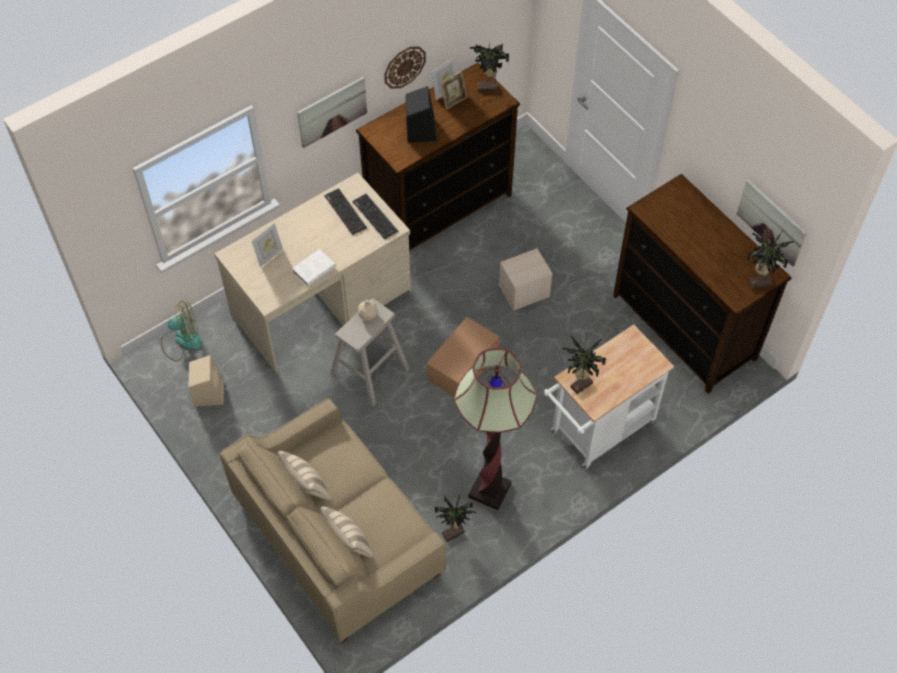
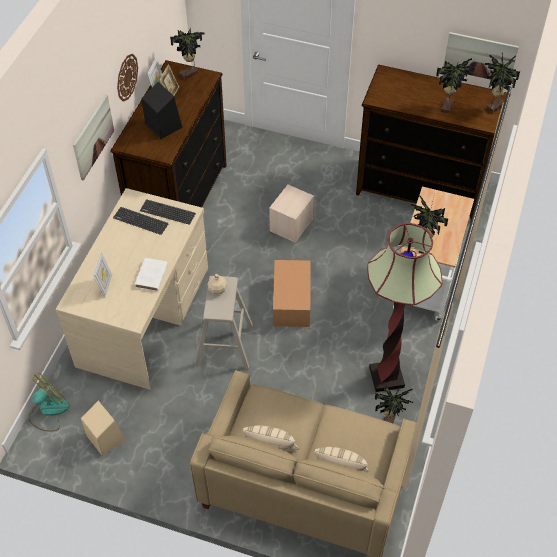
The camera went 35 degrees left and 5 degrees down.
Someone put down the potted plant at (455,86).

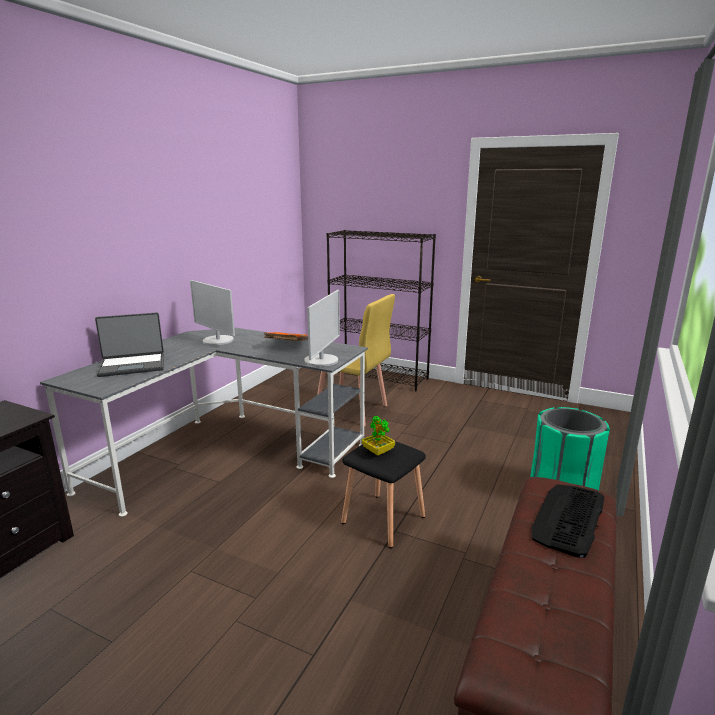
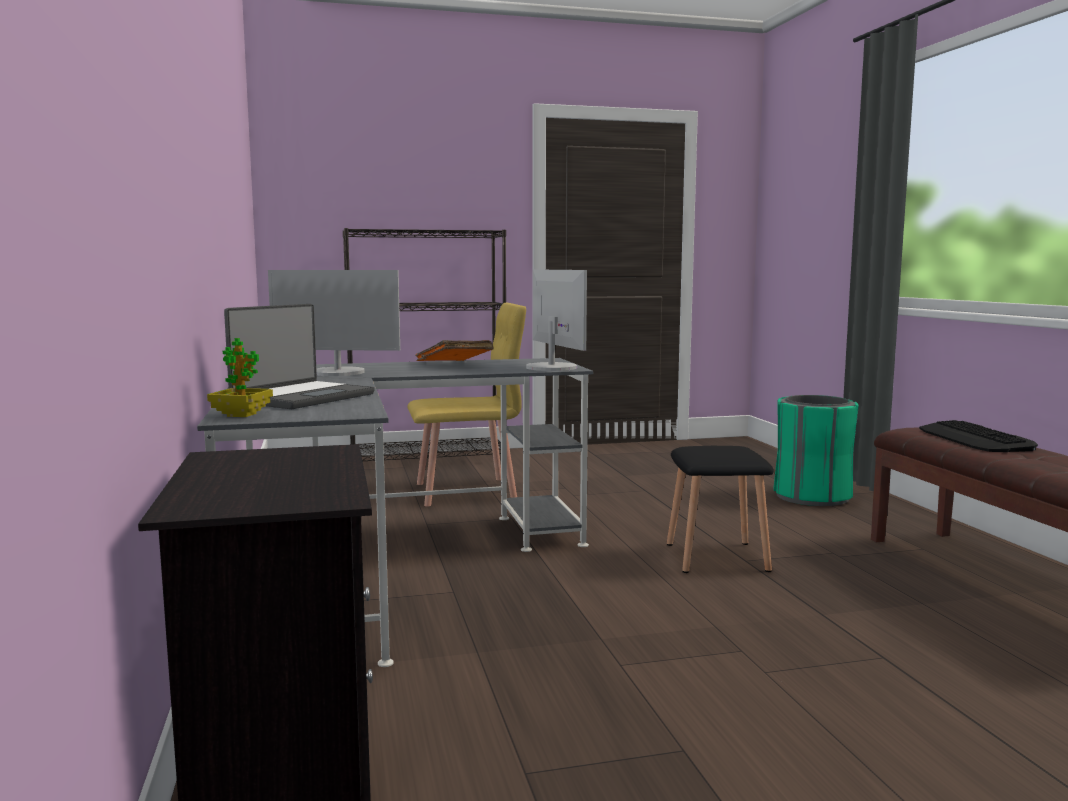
The camera went 40 degrees left and 10 degrees down.
Someone carried the potted plant from (378,436) to (240,377).

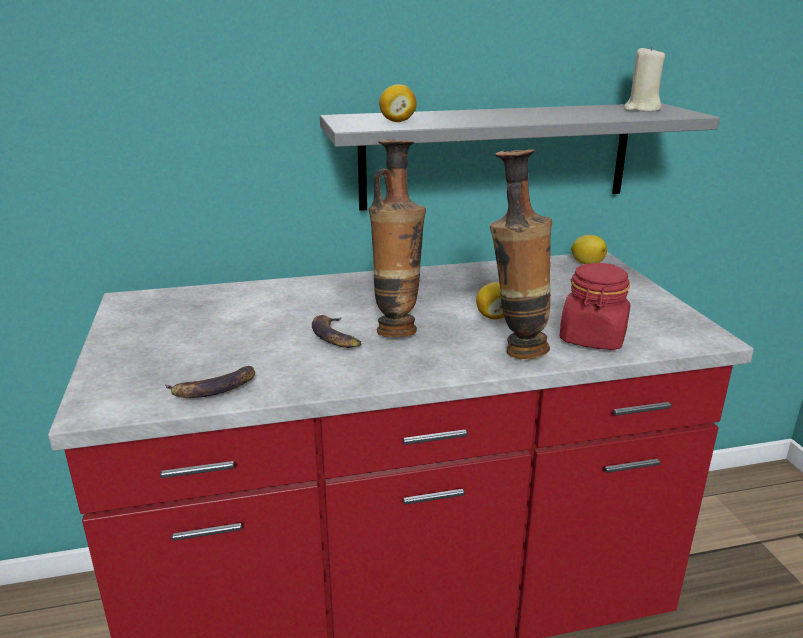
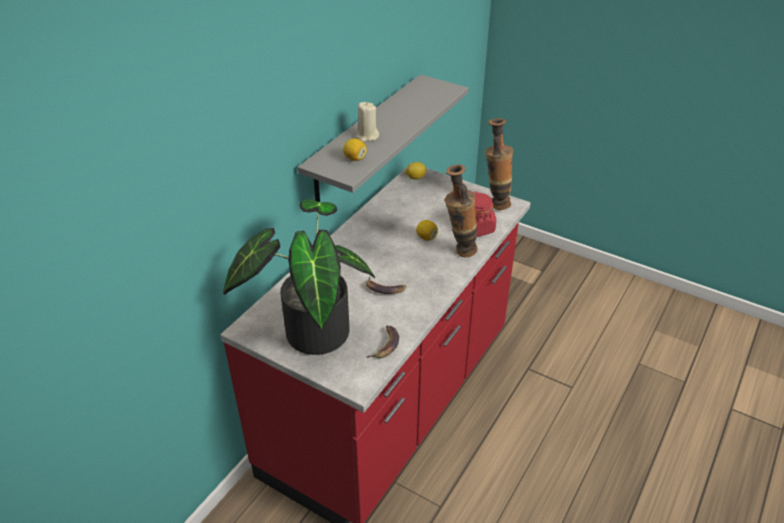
The camera went 45 degrees left and 15 degrees up.
Someone put down the potted plant at (299,277).
Someone carried the vase from (397,238) to (499,164).
Someone carried the candle/beige from (644,78) to (367,122).

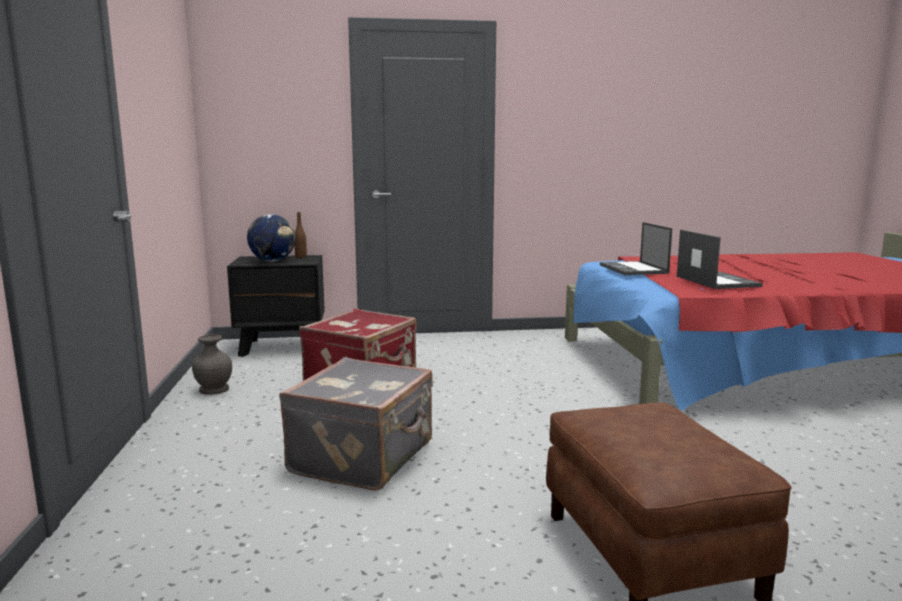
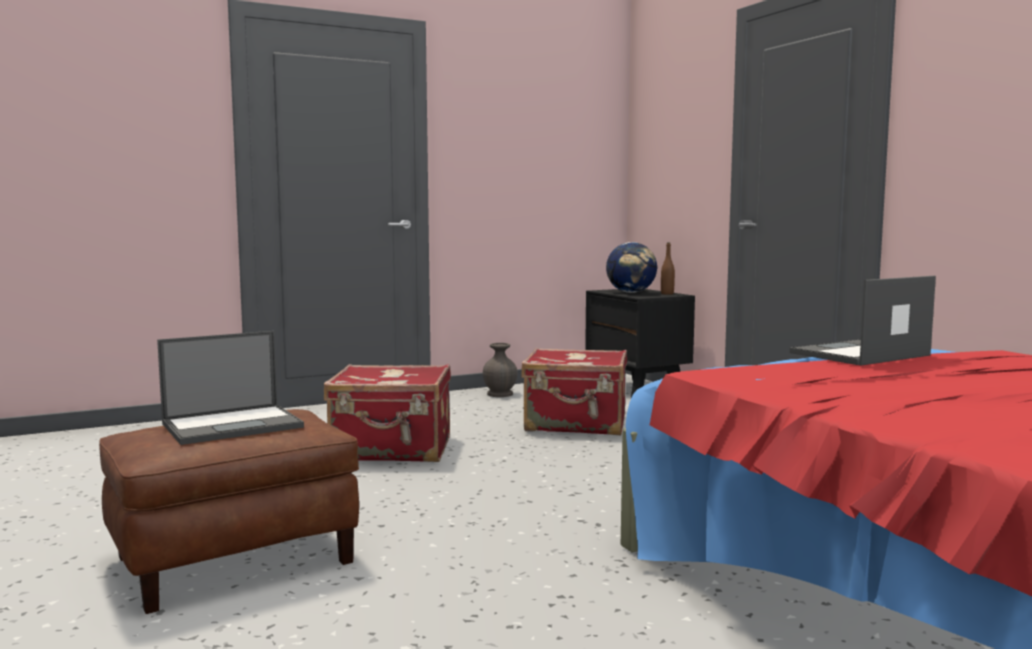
The camera went 70 degrees right and 5 degrees down.
Someone carried the laptop from (720,259) to (230,388).
Someone repainted the suitcase/grey at (356,424), which became the suitcase/red at (387,413).

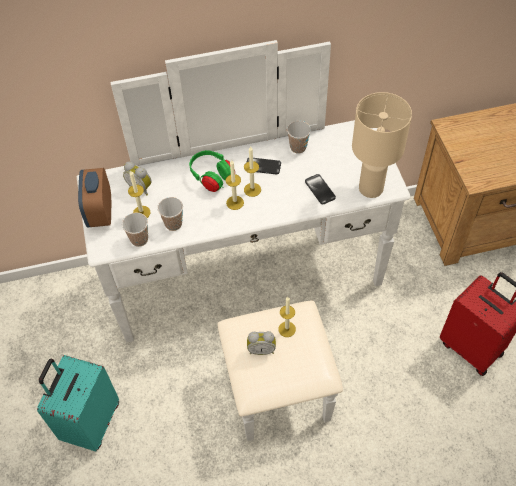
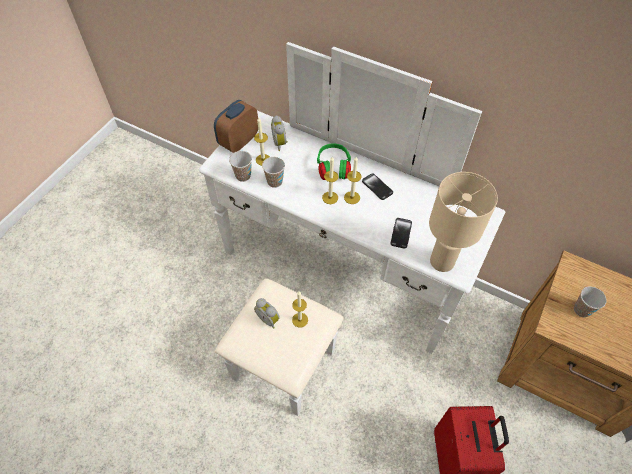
The camera went 40 degrees right and 0 degrees up.
Someone took away the suitcase/turquoise at (78,403).
Someone carried the cup from (299,137) to (590,301).

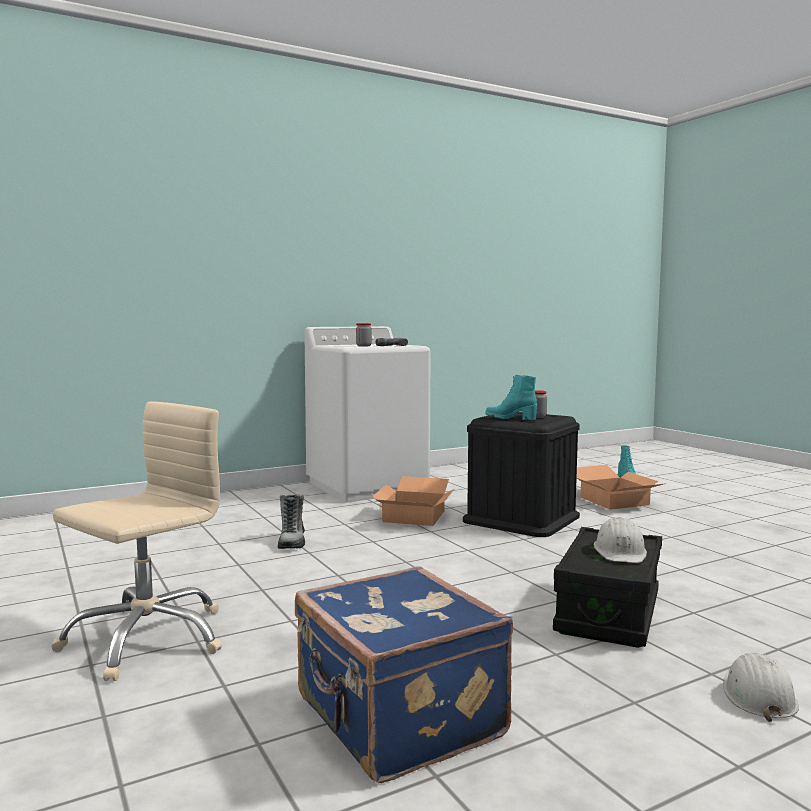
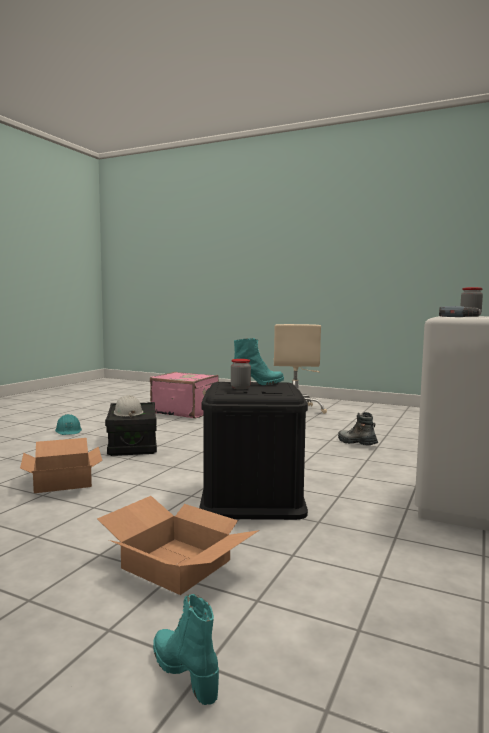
The camera went 145 degrees right and 0 degrees up.
Someone carried the cardboard box from (413,501) to (61,465).
Someone repainted the suitcase/blue at (404,674), which became the suitcase/pink at (184,395).
Someone repainted the hard hat/white at (761,687), which became the hard hat/turquoise at (68,424).

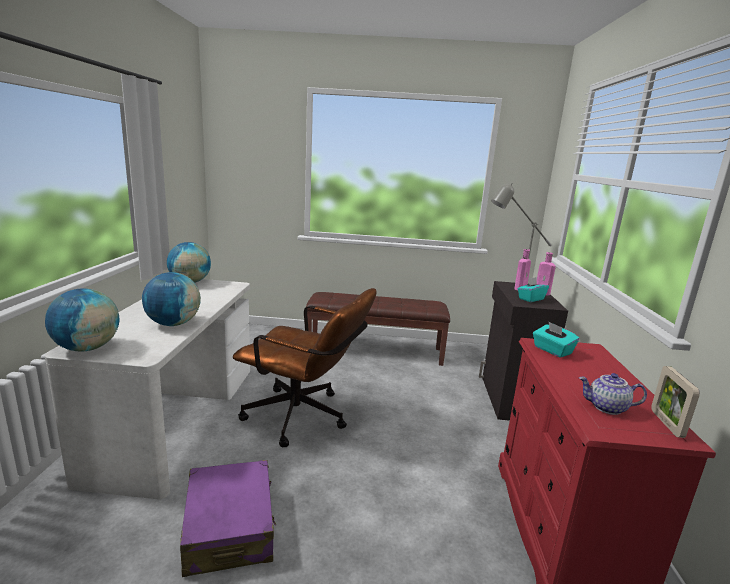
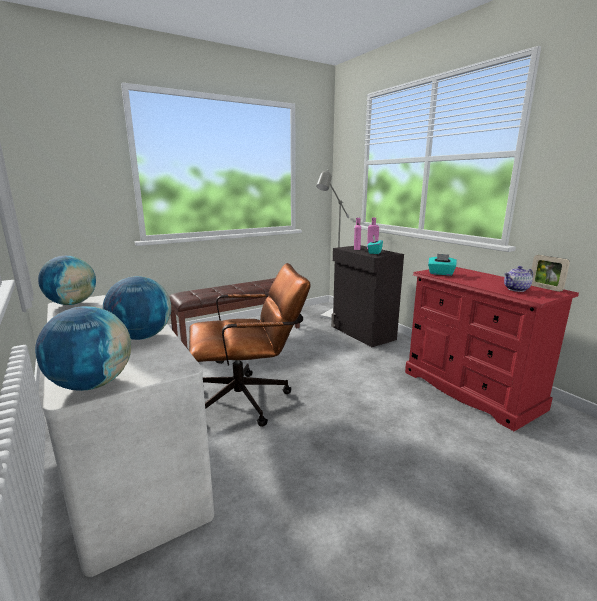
The camera went 35 degrees left and 0 degrees up.
Someone took away the suitcase/purple at (228,518).

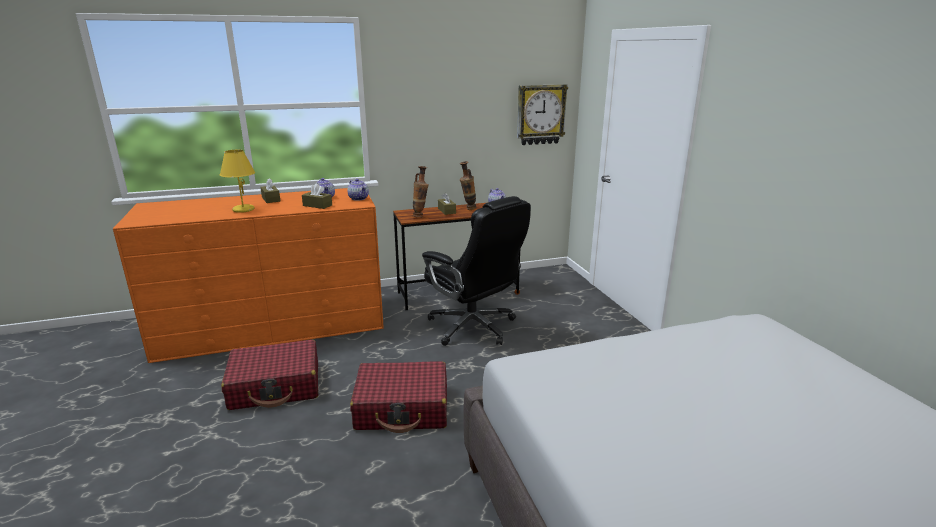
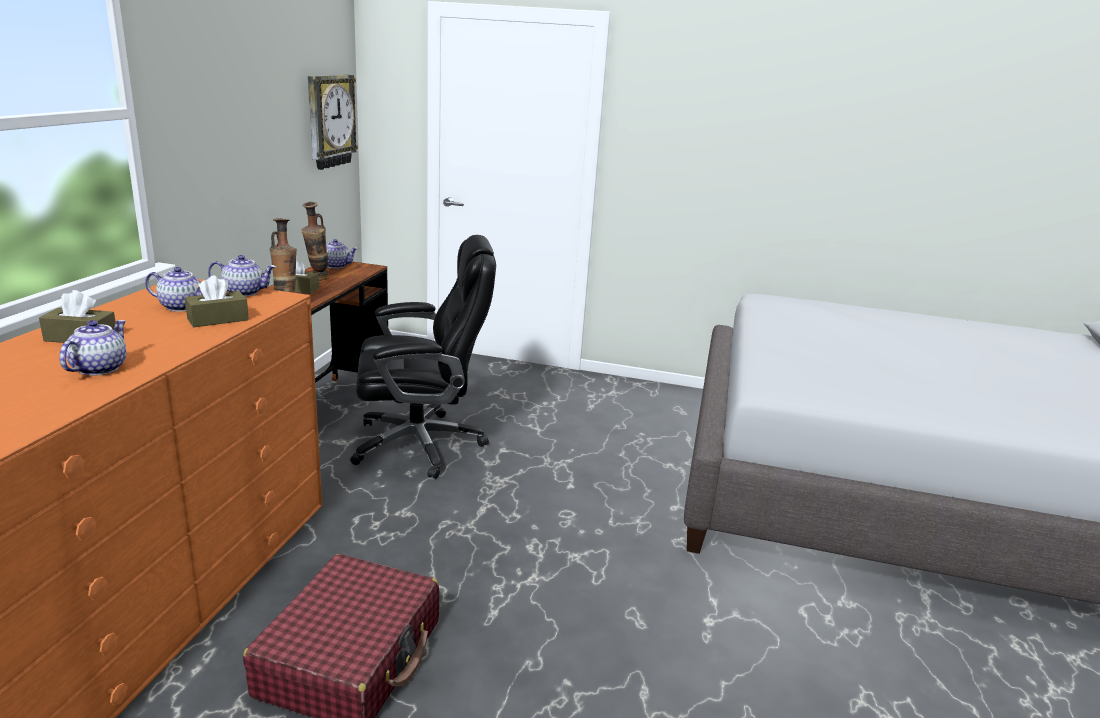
The camera went 60 degrees left and 0 degrees up.
Someone took away the suitcase/red at (398,397).
Someone swapped the table lamp/yellow at (237,181) for the teapot at (92,348).

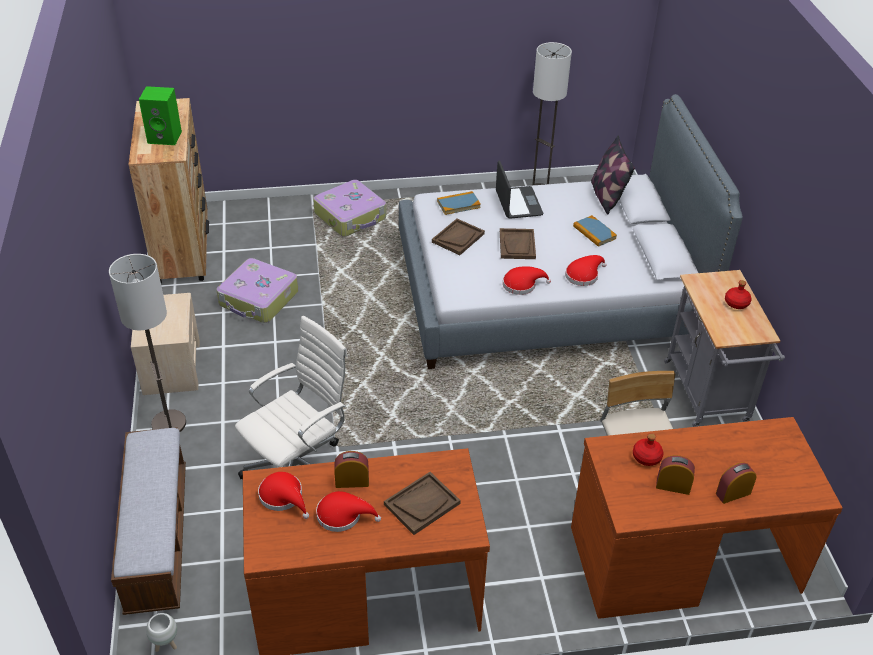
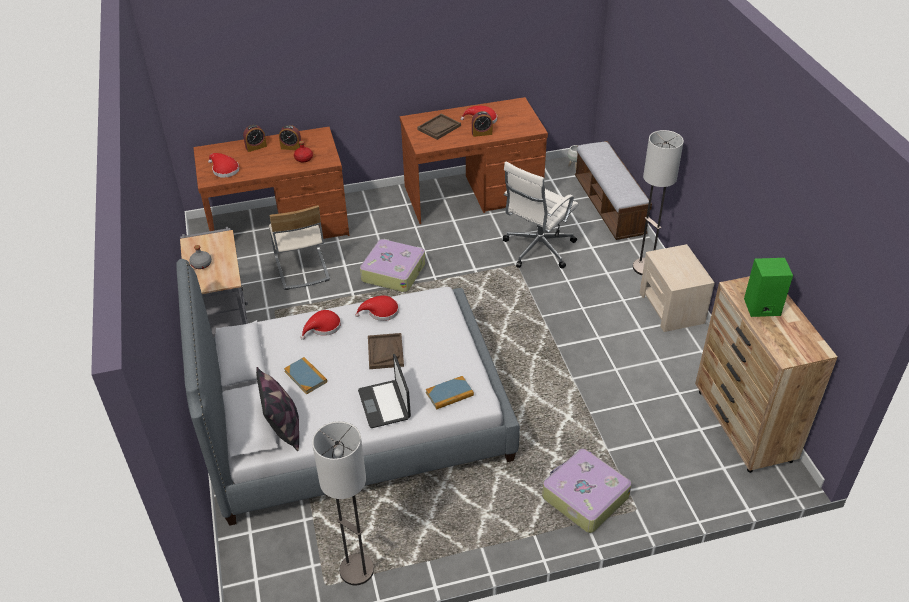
The camera went 175 degrees right and 0 degrees up.
Someone took away the tray/brown at (458,237).
Someone carried the suitcase from (257,290) to (393,265).
Someone carried the hat/red from (283,495) to (224,165).
Someone repainted the bottle/red at (738,294), which became the bottle/grey at (200,257).

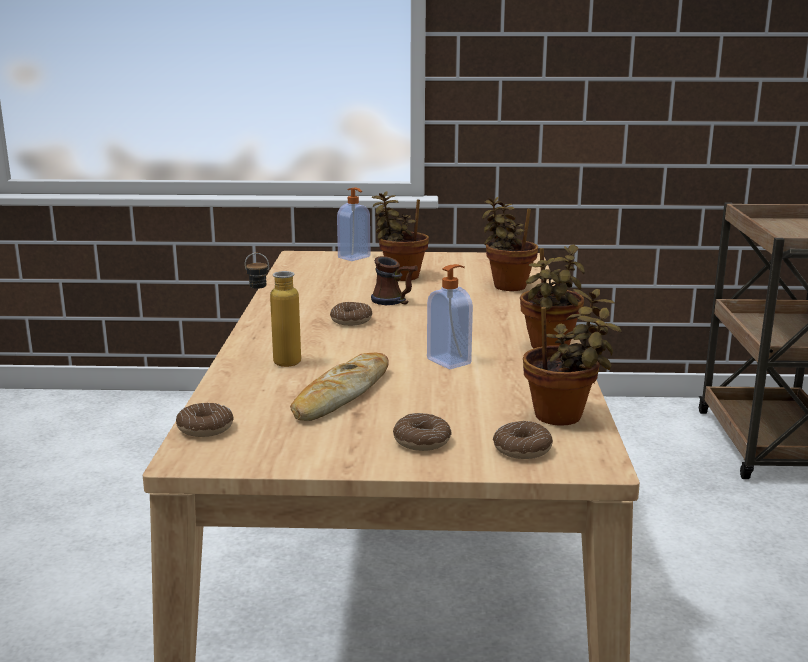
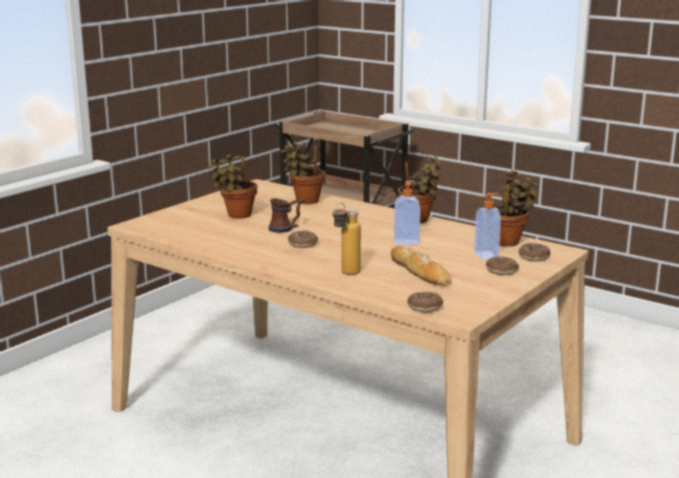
The camera went 55 degrees left and 0 degrees up.
Someone carried the soap dispenser from (353,224) to (487,226).

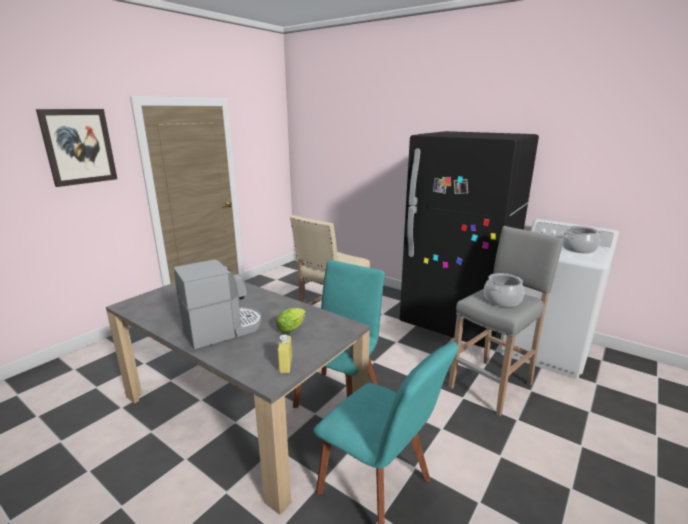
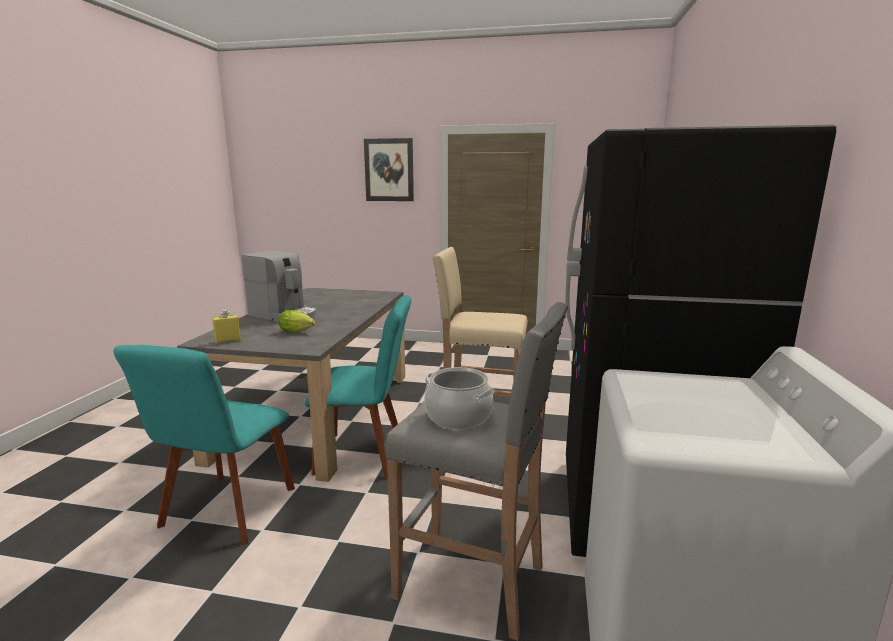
The camera went 65 degrees right and 5 degrees down.
Someone took away the cooking pot at (581,239).

